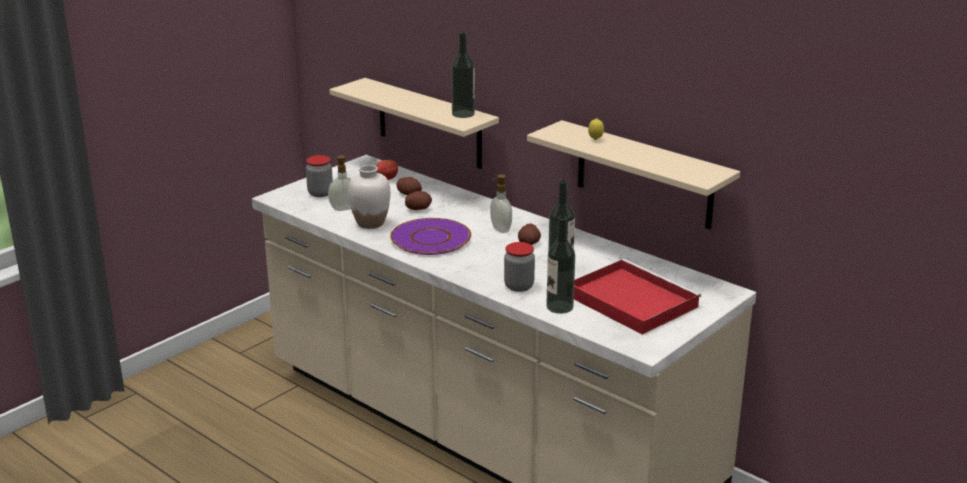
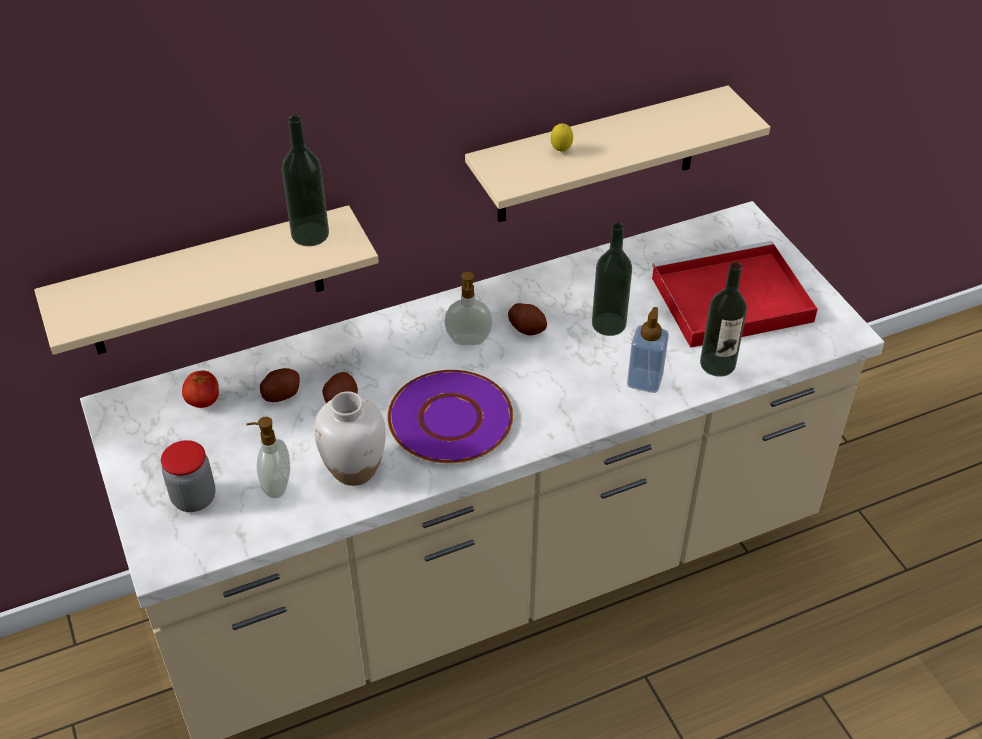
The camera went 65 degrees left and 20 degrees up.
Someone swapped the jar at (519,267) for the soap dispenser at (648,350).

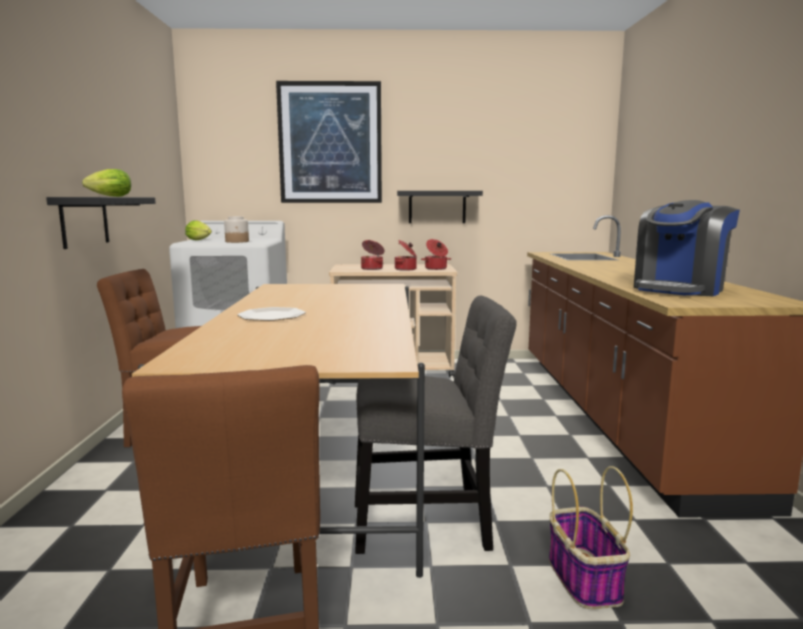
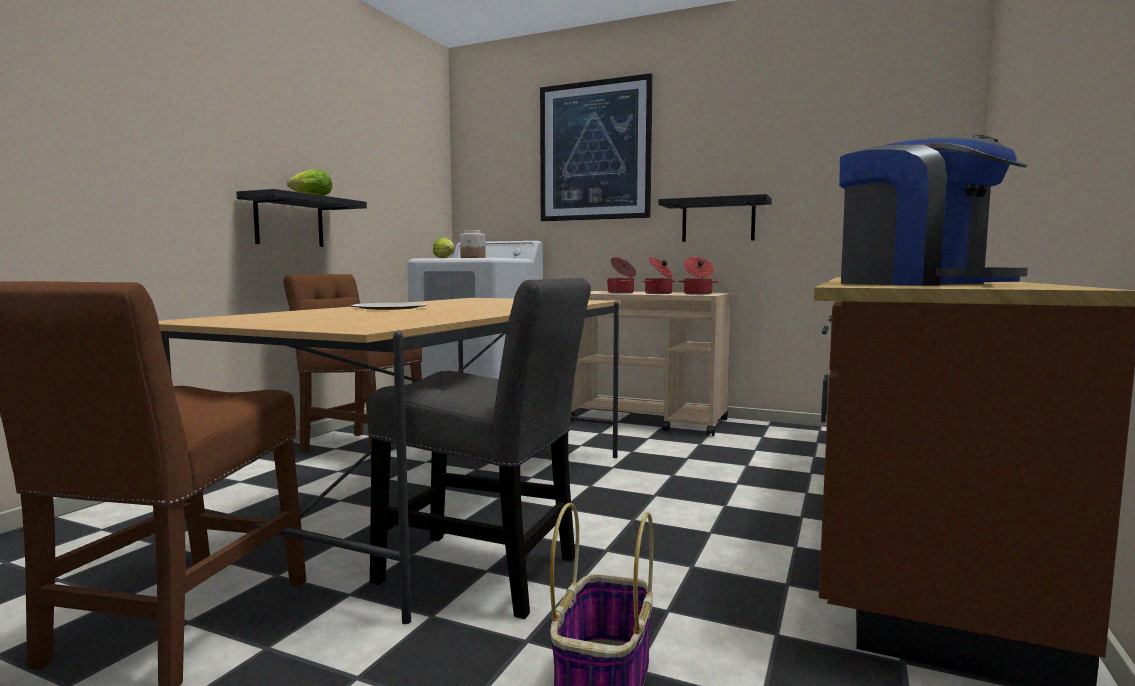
The camera went 25 degrees right and 5 degrees down.
Someone rotated the coffee machine at (687,248) by 105 degrees counterclockwise.

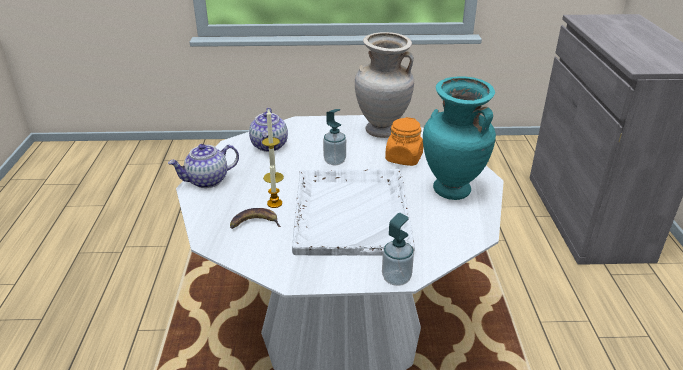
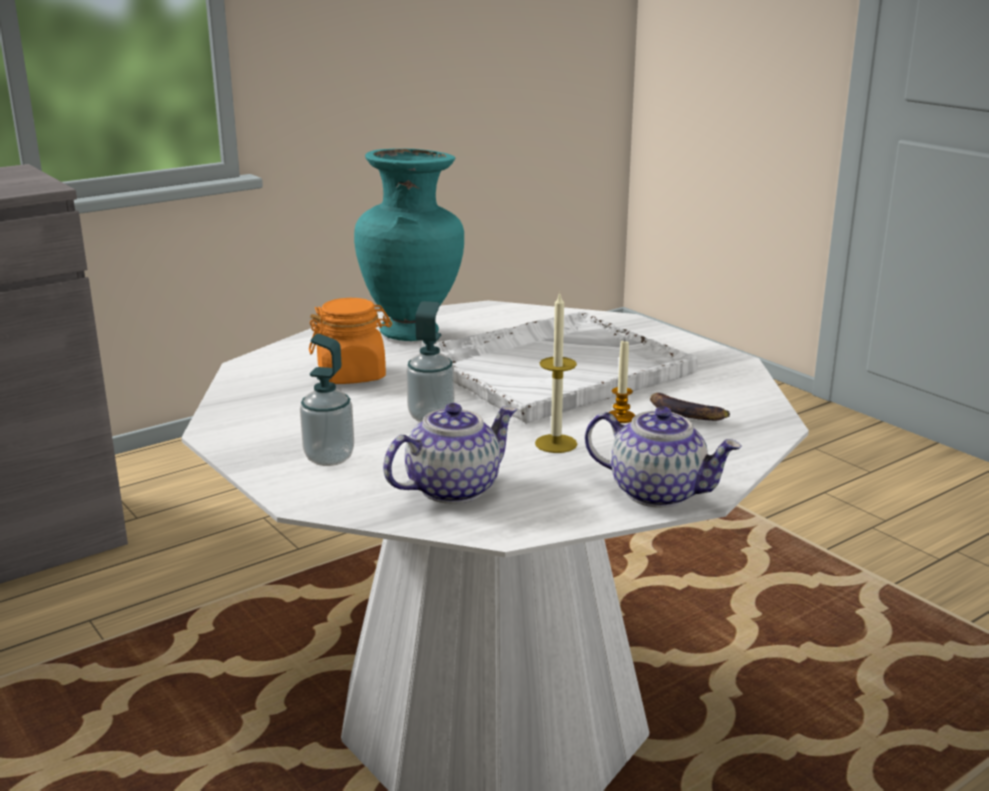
The camera went 125 degrees left and 10 degrees down.
Someone took away the vase/beige at (384,85).
Someone carried the soap dispenser from (398,249) to (327,400).

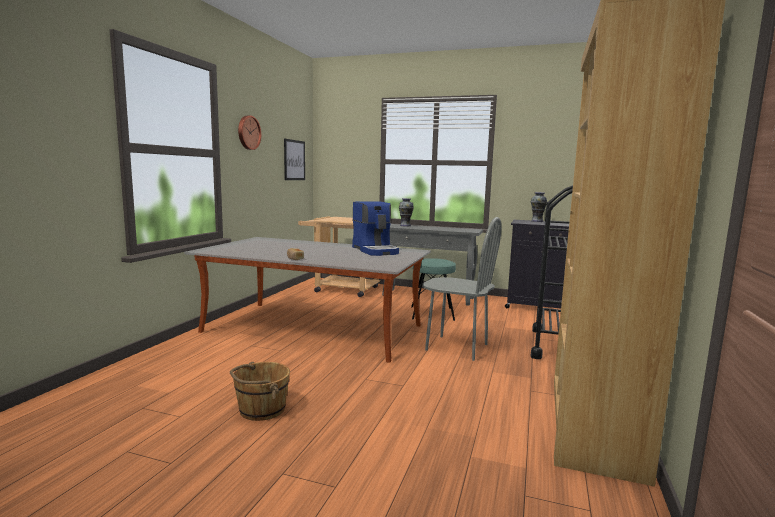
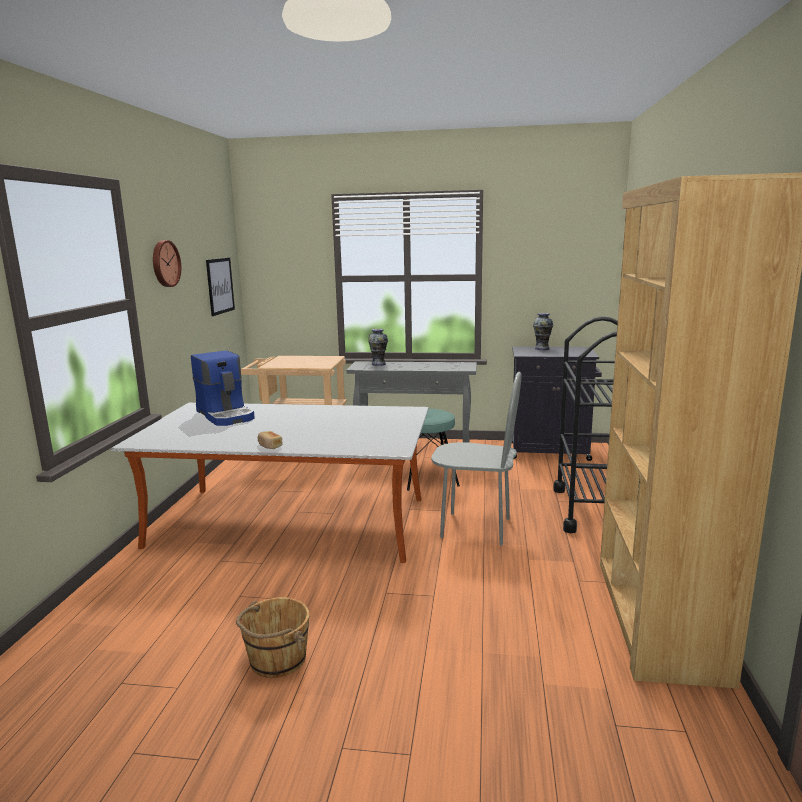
The camera went 10 degrees left and 5 degrees up.
Someone carried the coffee machine from (375,228) to (223,388).

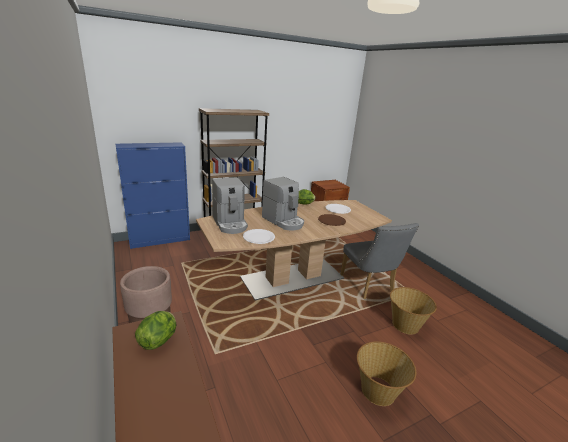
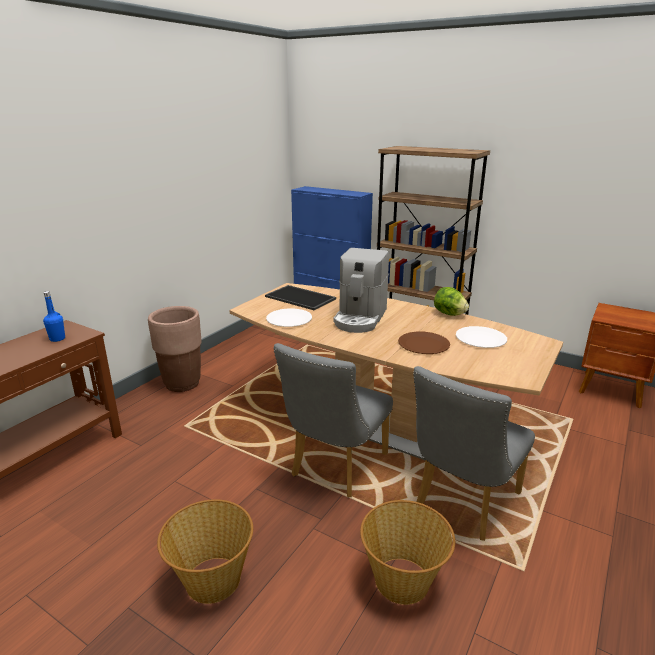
The camera went 60 degrees right and 0 degrees up.
Someone put down the chair/grey at (333,420).
Someone swapped the lettuce at (155,330) for the bottle/blue at (54,316).
Someone swapped the coffee machine at (230,205) for the tray at (300,297).

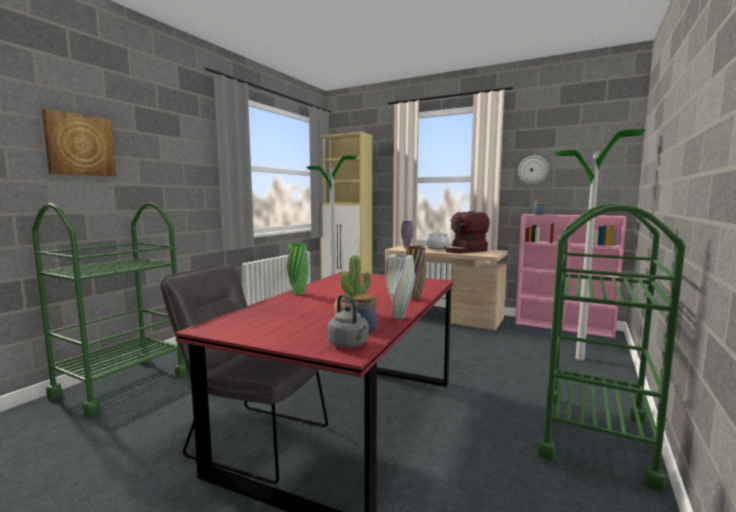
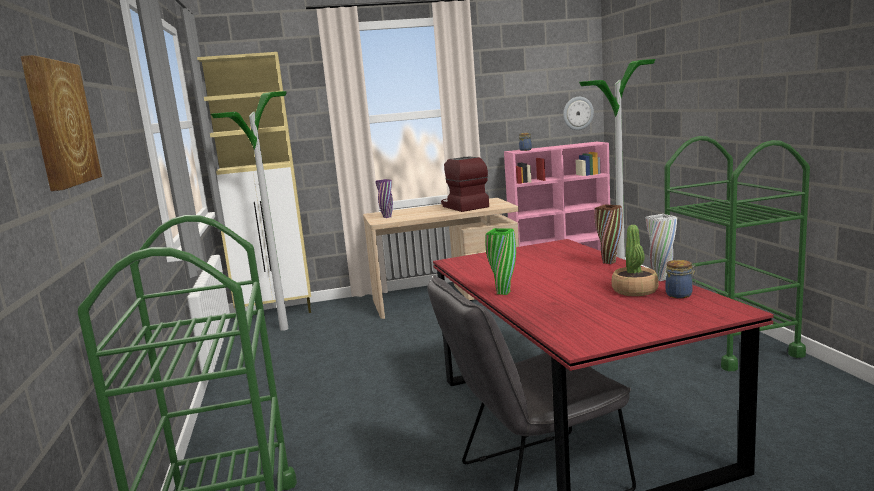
The camera went 40 degrees left and 5 degrees up.
Someone took away the kettle/grey at (348,321).
Someone took away the cooking pot at (438,240).
Someone carried the wall clock from (533,170) to (578,113).
Someone rotated the coffee machine at (467,232) by 135 degrees clockwise.

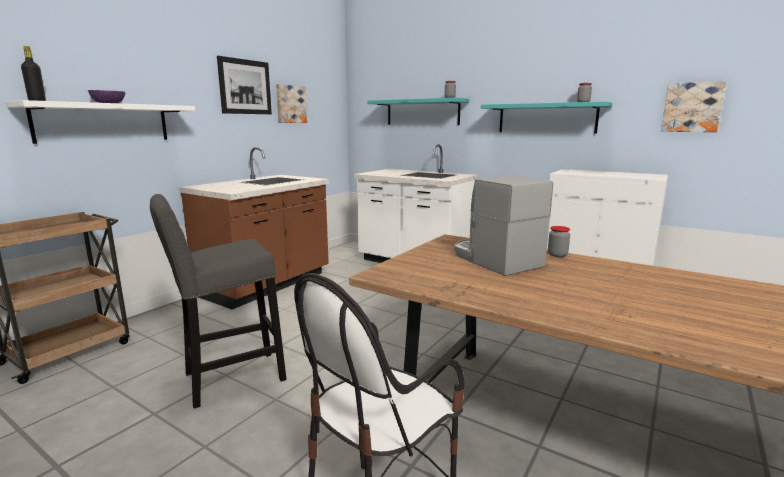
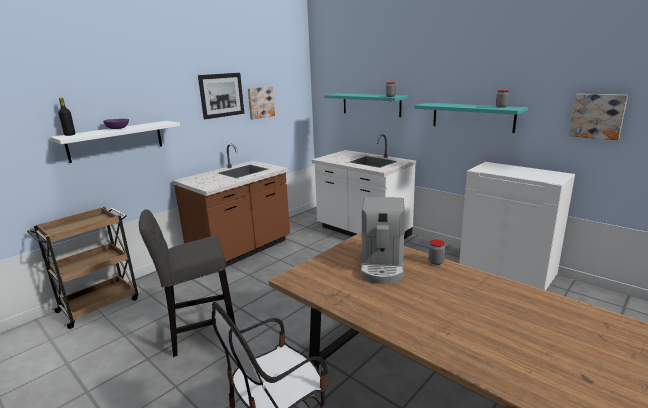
The camera went 10 degrees right and 5 degrees up.
Someone rotated the coffee machine at (503,226) by 150 degrees counterclockwise.

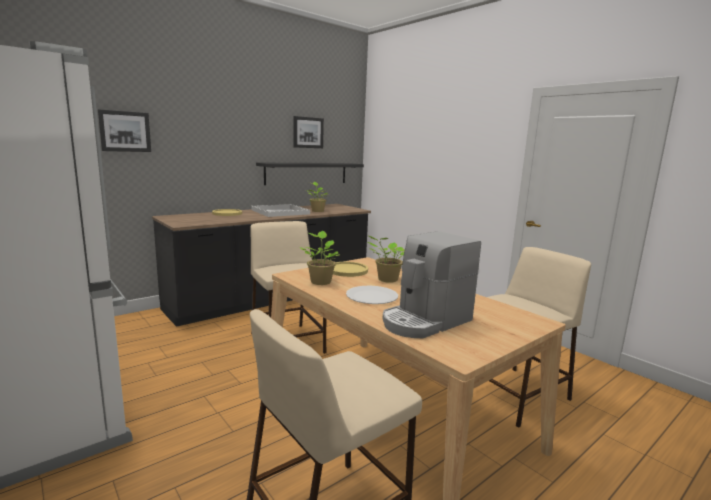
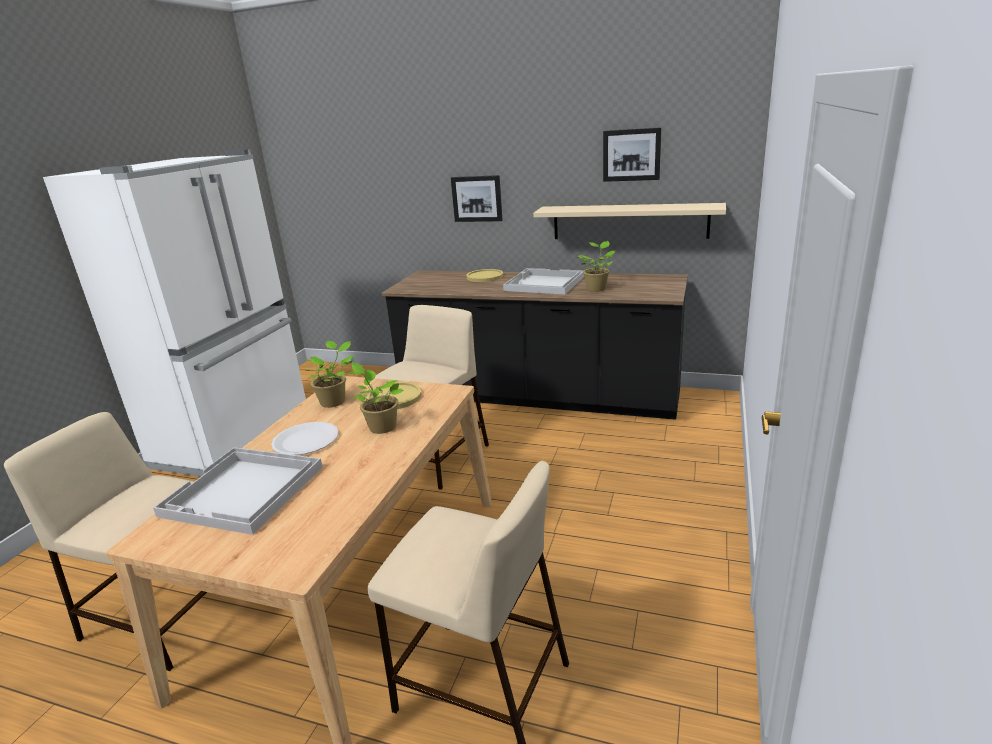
The camera went 60 degrees right and 10 degrees up.
Someone carried the picture from (124,130) to (477,198).
Someone swapped the coffee machine at (432,284) for the tray/white at (238,491).
Someone repainted the shelf/black at (310,173), which became the shelf/beige at (629,221).

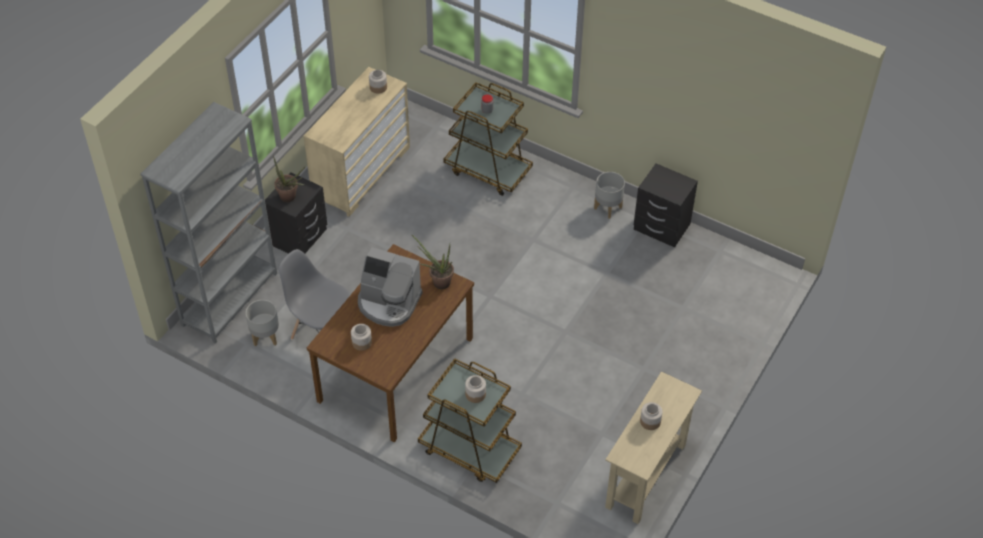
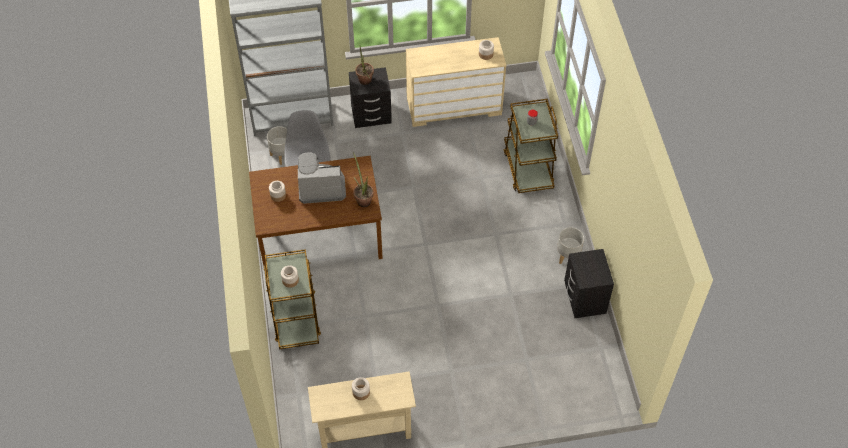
The camera went 50 degrees right and 5 degrees up.
Someone rotated the coffee machine at (390,287) by 105 degrees clockwise.

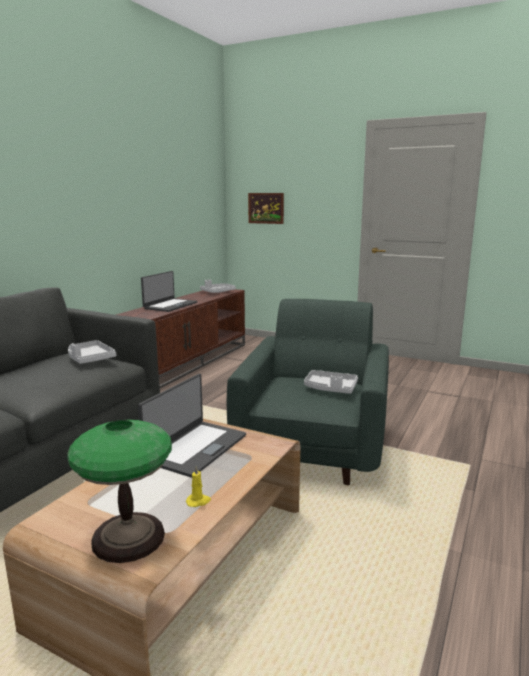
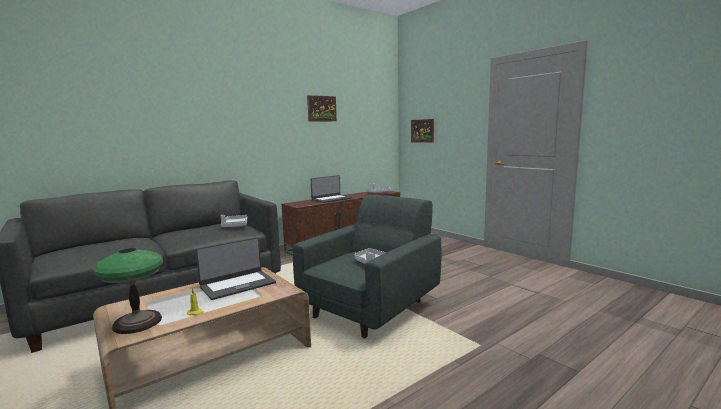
The camera went 25 degrees right and 5 degrees down.
Someone put up the picture at (322,108).

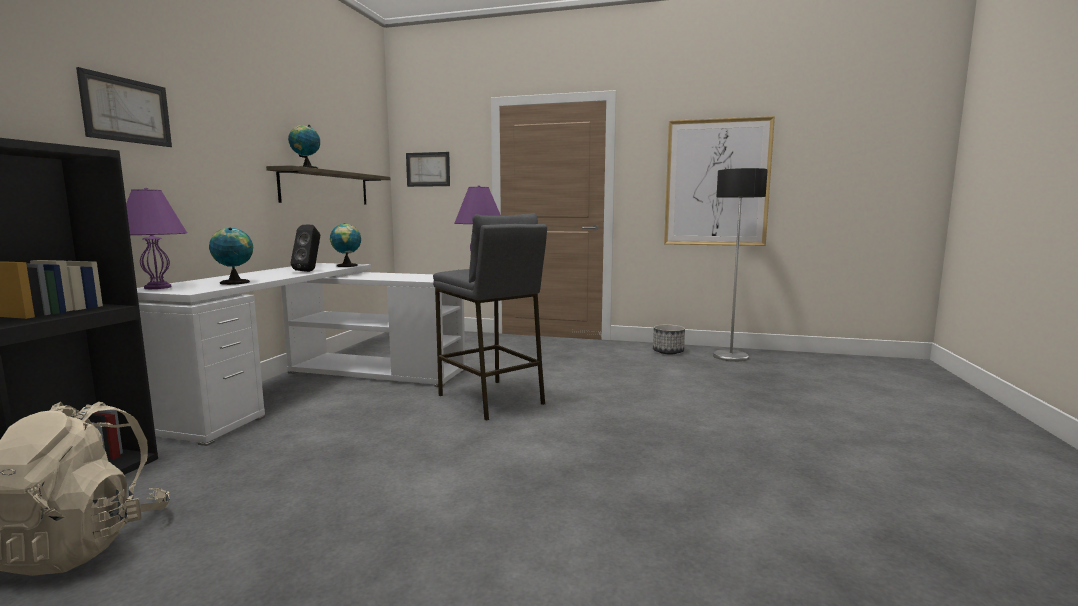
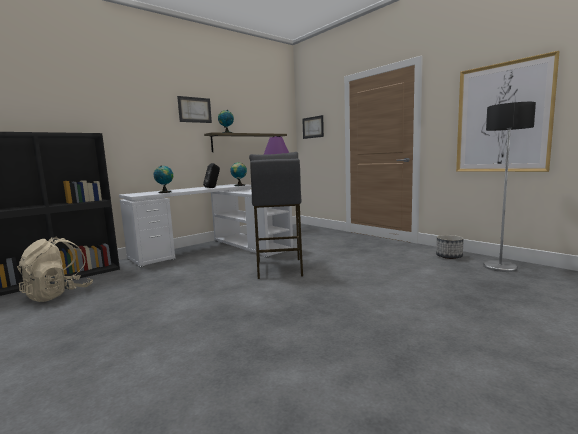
The camera went 35 degrees right and 0 degrees up.
Someone took away the table lamp/purple at (156,238).
Someone carried the picture from (124,107) to (194,109).

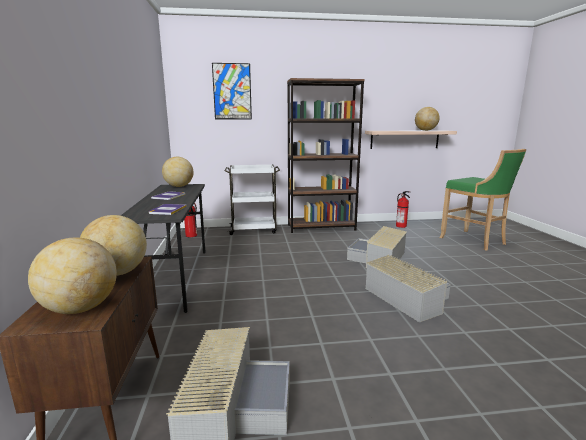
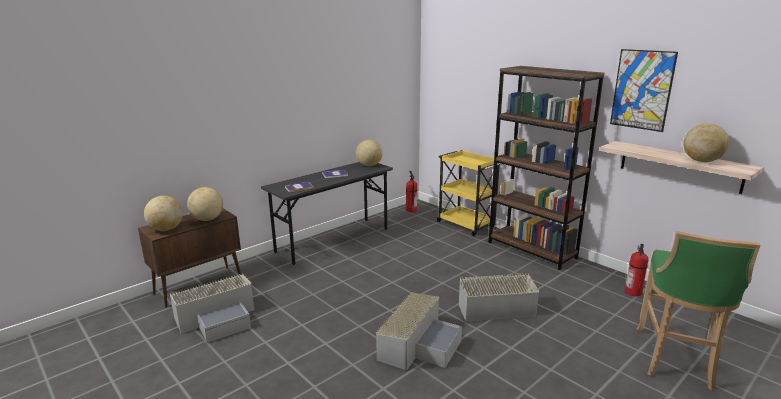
The camera went 55 degrees right and 5 degrees up.
Someone carried the picture from (232,91) to (644,90).
Someone repainted the cart/white at (252,200), which became the cart/yellow at (468,193).

